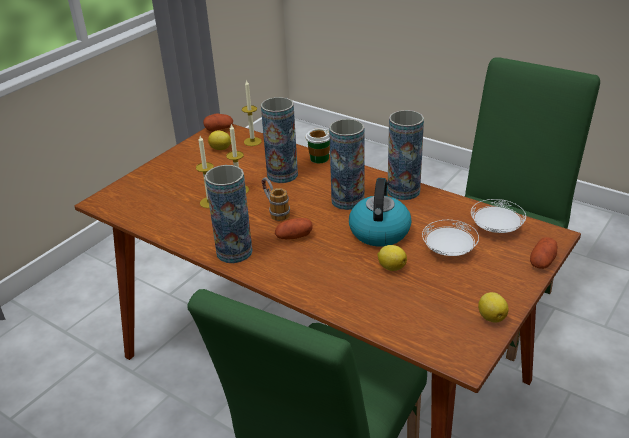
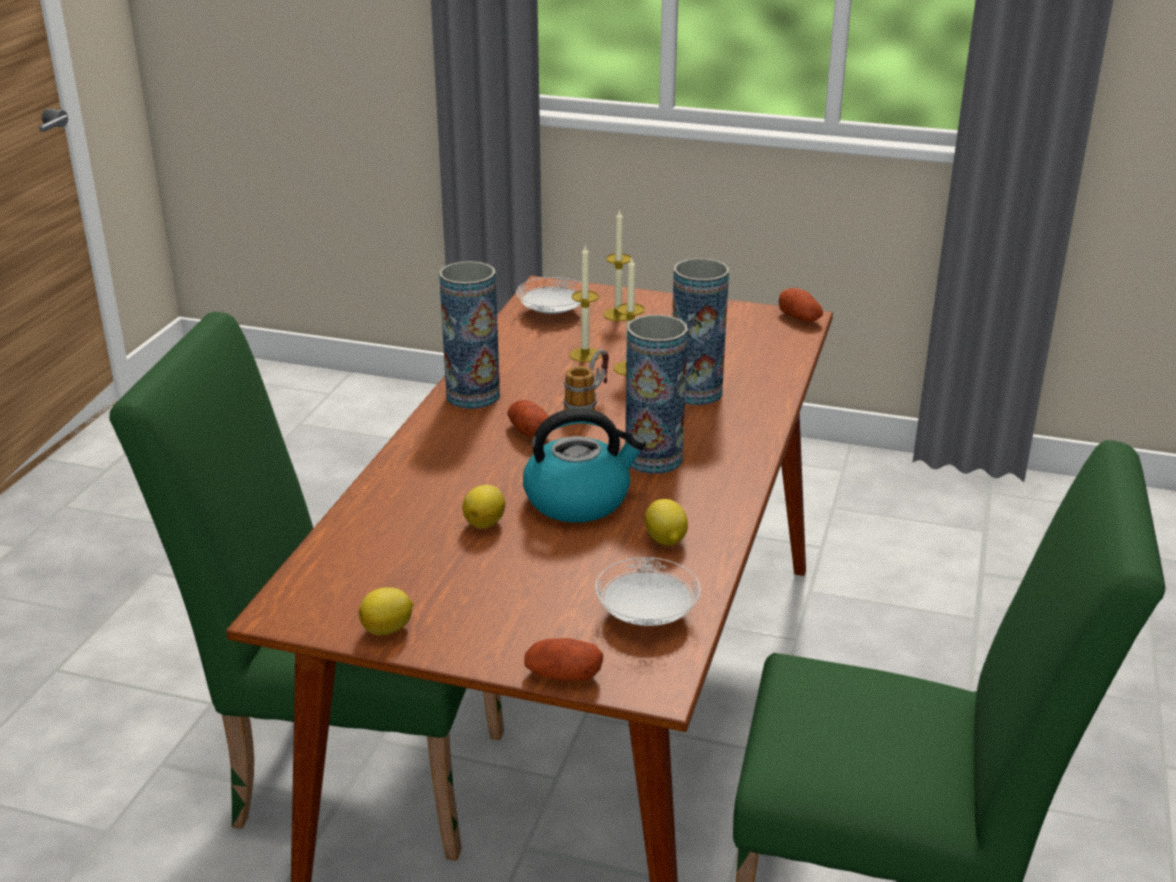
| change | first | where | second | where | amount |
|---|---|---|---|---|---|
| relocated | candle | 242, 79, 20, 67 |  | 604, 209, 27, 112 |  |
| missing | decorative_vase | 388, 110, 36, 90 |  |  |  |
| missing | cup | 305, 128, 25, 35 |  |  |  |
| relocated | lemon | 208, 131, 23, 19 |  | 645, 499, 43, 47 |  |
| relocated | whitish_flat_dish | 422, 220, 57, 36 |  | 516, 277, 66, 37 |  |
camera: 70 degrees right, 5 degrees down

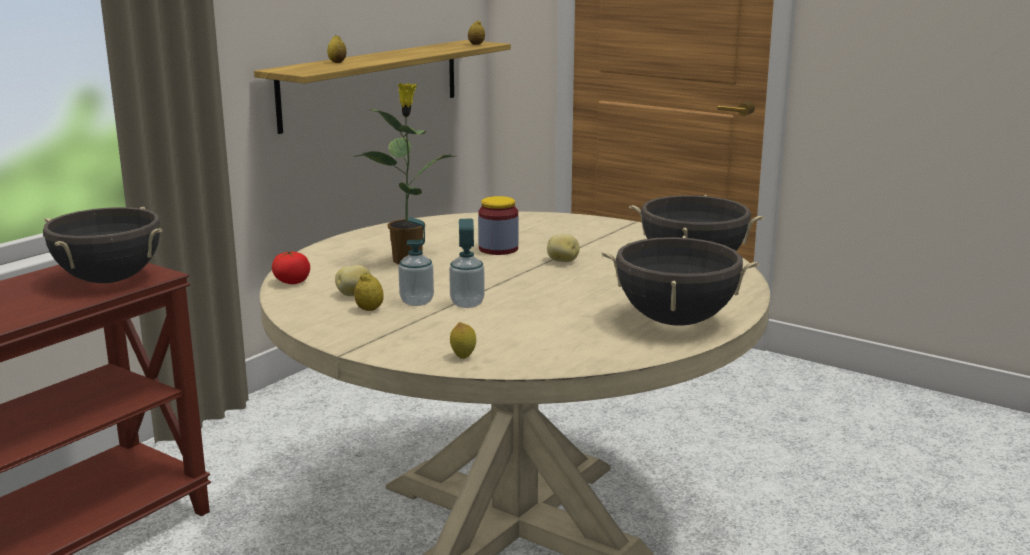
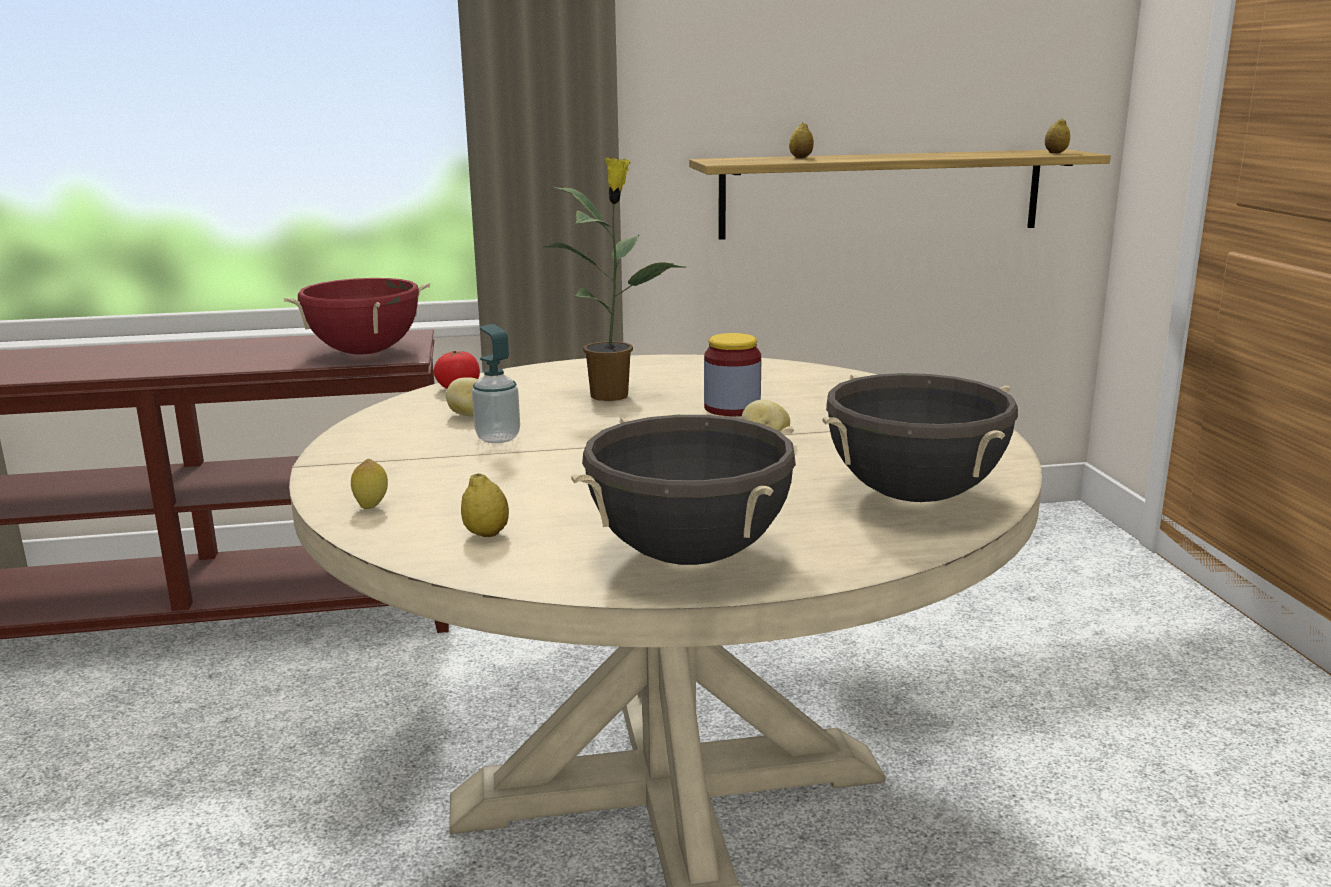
| change | first | where | second | where | amount |
|---|---|---|---|---|---|
| colour | blackish_stockpot | 43, 207, 120, 76 | reddish_stockpot | 283, 278, 147, 77 |  |
| missing | soap_dispenser | 449, 219, 36, 89 |  |  |  |
| relocated | lemon | 354, 272, 30, 39 |  | 461, 473, 48, 64 |  |
camera: 45 degrees right, 0 degrees up

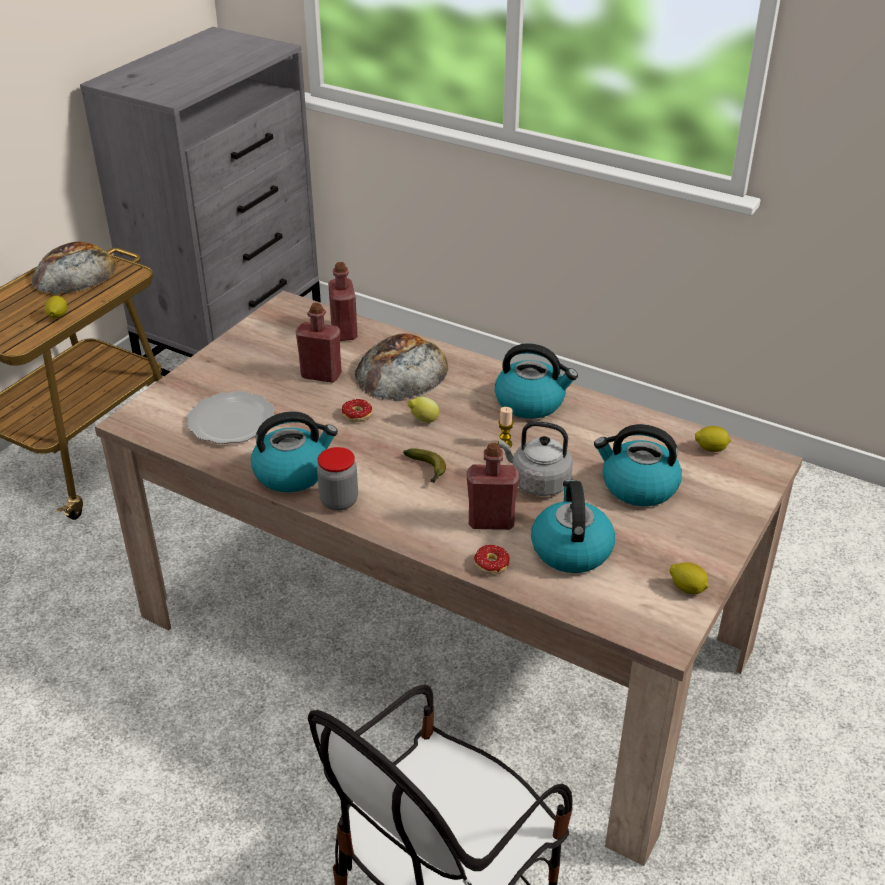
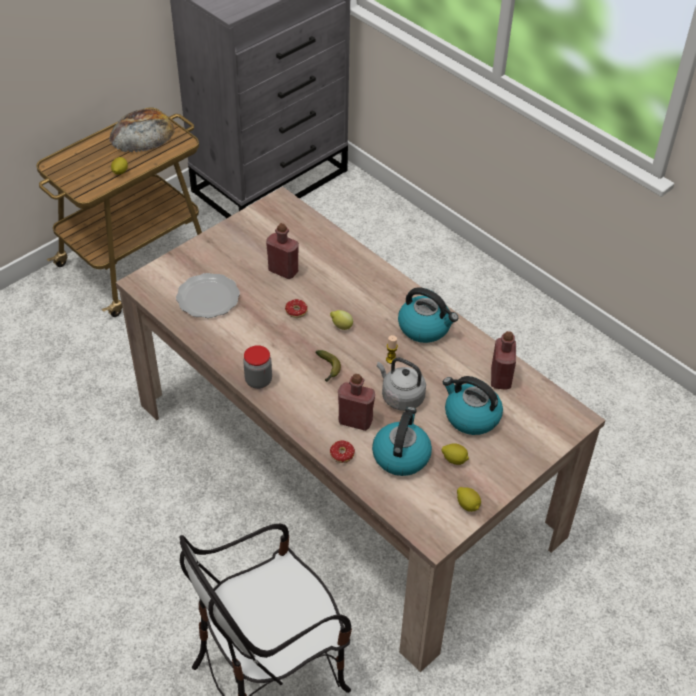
| change | first | where | second | where | amount |
|---|---|---|---|---|---|
| relocated | reddish_drink_bottle | 328, 262, 30, 79 |  | 491, 331, 25, 59 |  |
| missing | bread | 355, 334, 93, 67 |  |  |  |
| missing | kettle | 251, 412, 87, 81 |  |  |  |
| relocated | lemon | 695, 426, 36, 26 |  | 442, 443, 27, 22 |  |
camera: 15 degrees right, 10 degrees up

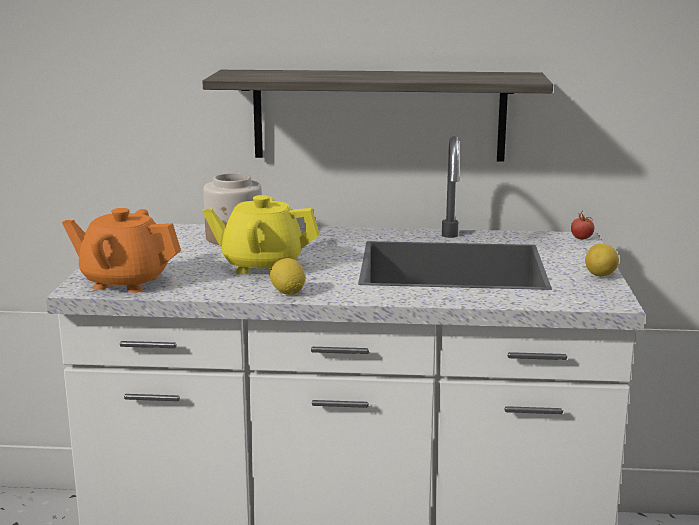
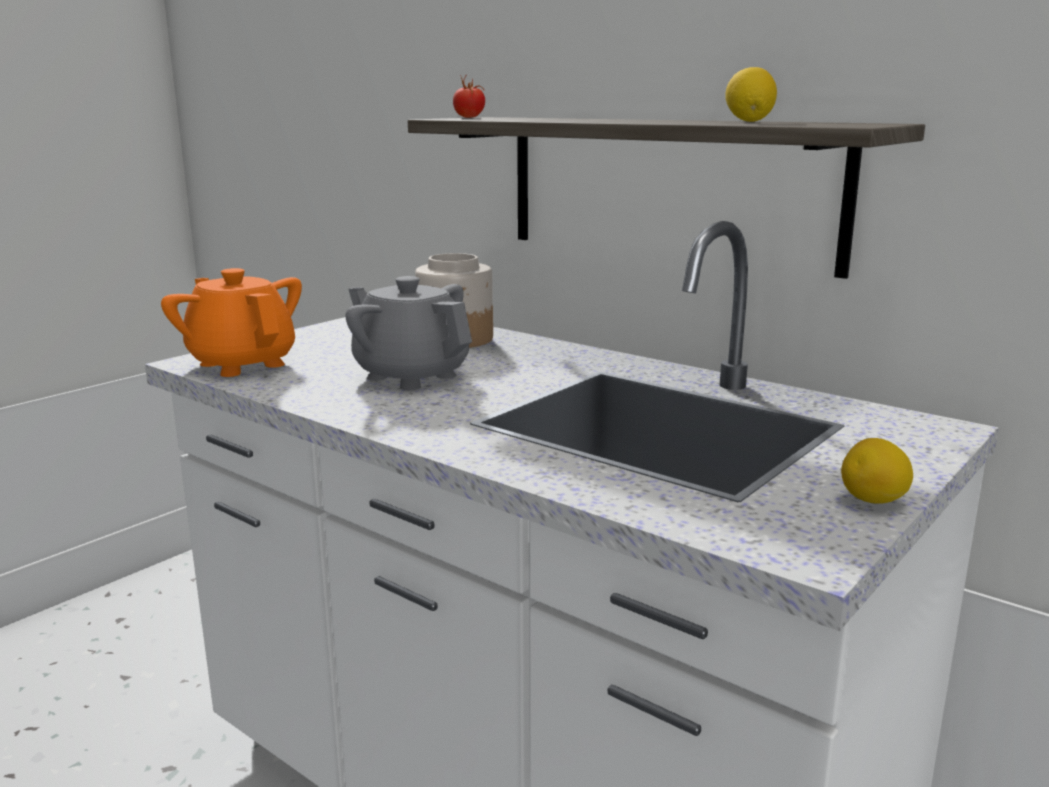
| change | first | where | second | where | amount |
|---|---|---|---|---|---|
| colour | yellow_pot_for_tea | 202, 195, 117, 79 | gray_pot_for_tea | 345, 276, 127, 114 |  |
| relocated | whole_tomato | 571, 210, 23, 29 |  | 453, 73, 32, 45 |  |
| relocated | lemon | 270, 258, 35, 37 |  | 725, 67, 52, 55 |  |
camera: 35 degrees right, 0 degrees up

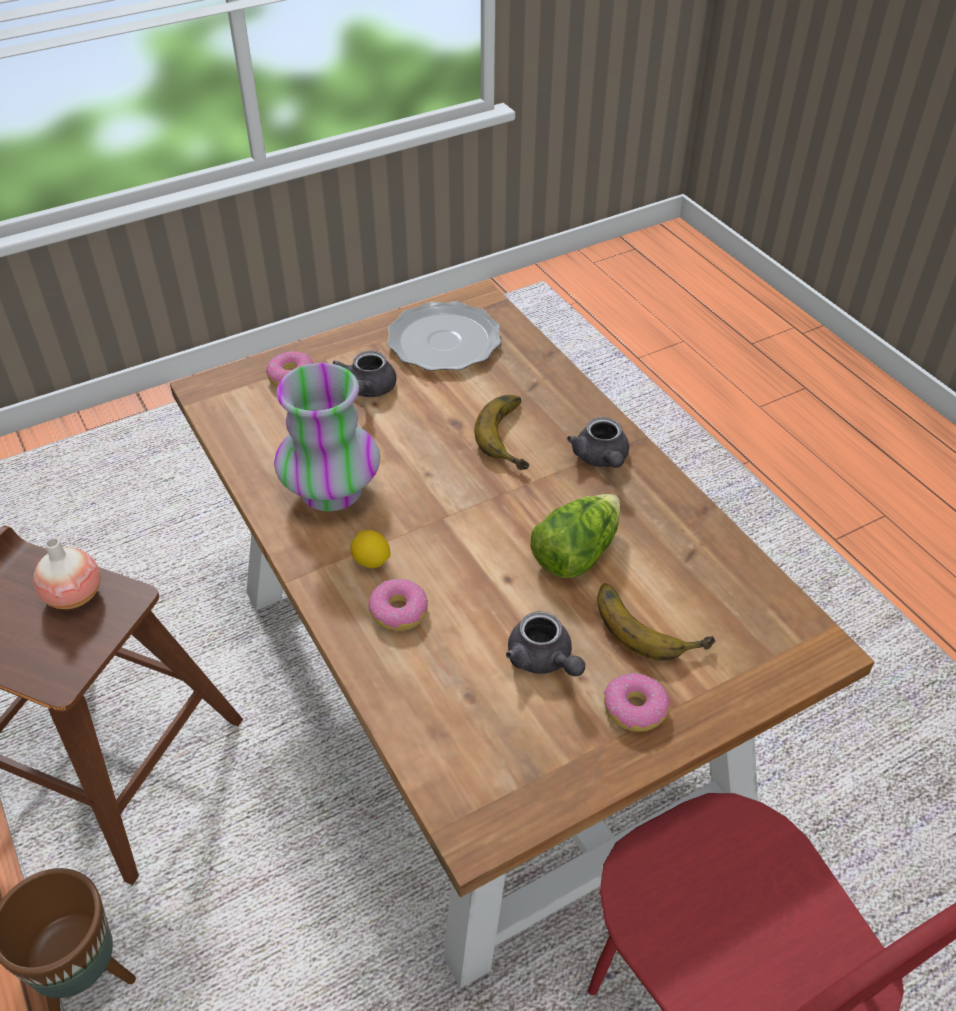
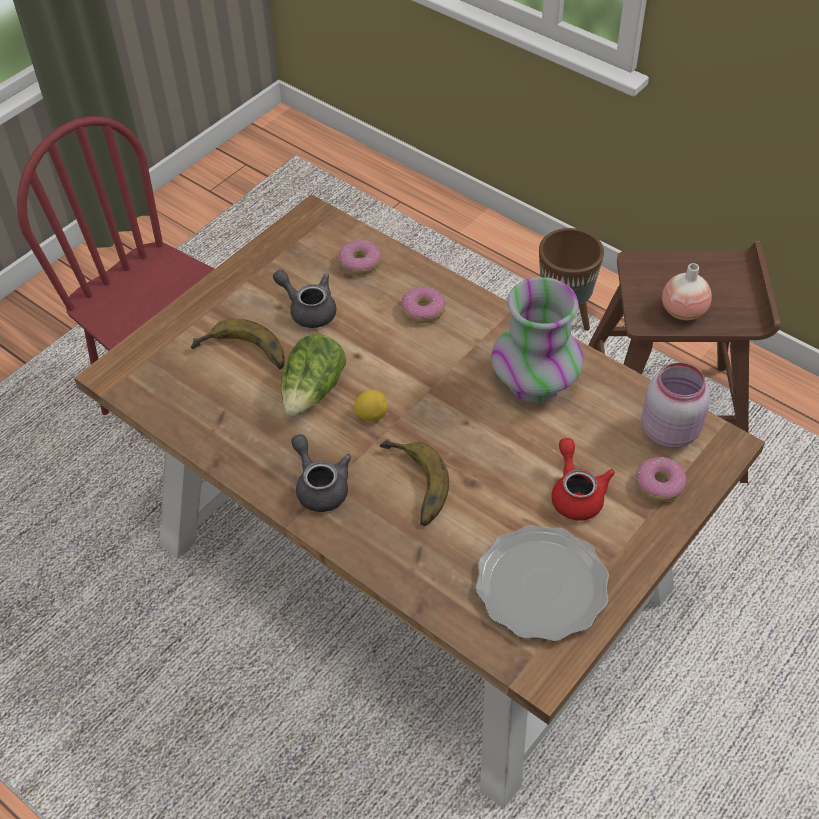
| change | first | where | second | where | amount |
|---|---|---|---|---|---|
| colour | gray_pot_for_tea | 332, 351, 65, 46 | reddish_pot_for_tea | 551, 438, 64, 83 |  |
| relocated | lemon | 350, 530, 41, 38 |  | 354, 390, 34, 31 |  |
| relocated | doughnut | 604, 673, 66, 59 |  | 338, 240, 44, 35 |  |
| appeared |  |  | pink_jar | 641, 363, 69, 85 |  |
camera: 160 degrees right, 5 degrees up

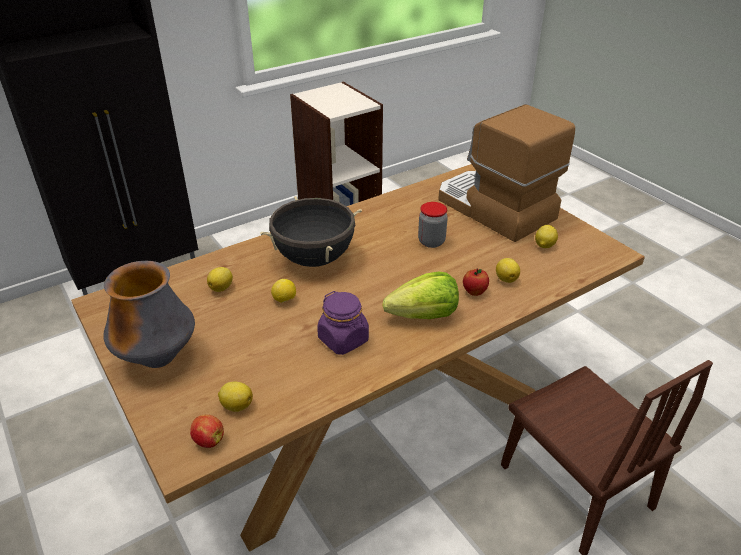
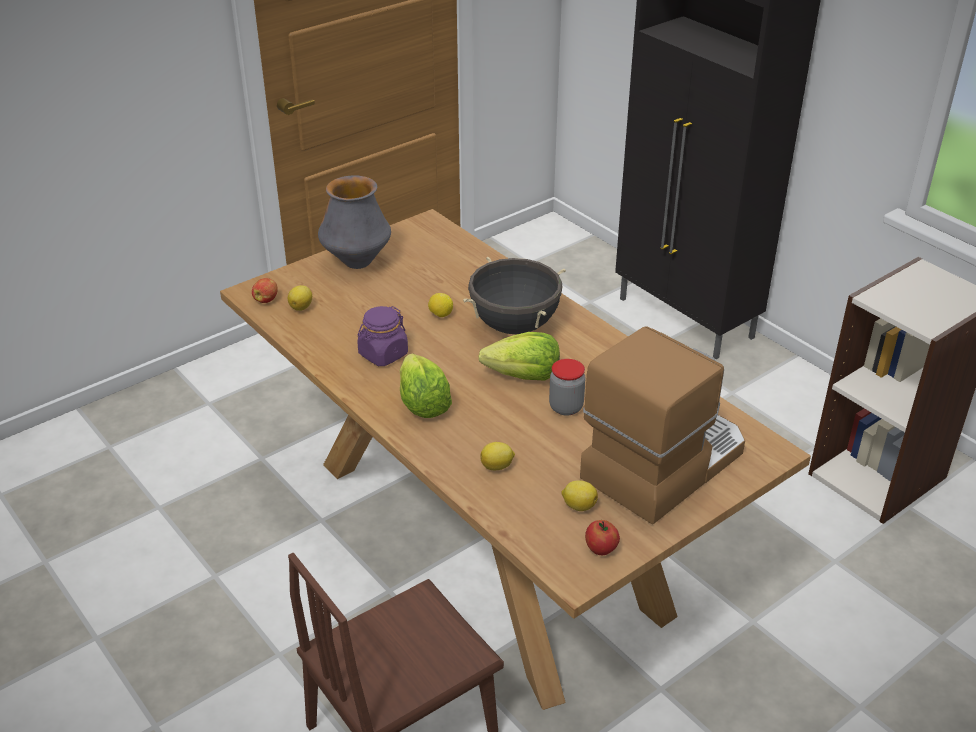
| change | first | where | second | where | amount |
|---|---|---|---|---|---|
| missing | lemon | 207, 267, 26, 25 |  |  |  |
| relocated | apple | 463, 268, 26, 28 |  | 585, 520, 35, 35 |  |
| appeared |  |  | head_of_lettuce | 479, 332, 81, 49 |  |
camera: 85 degrees right, 0 degrees up

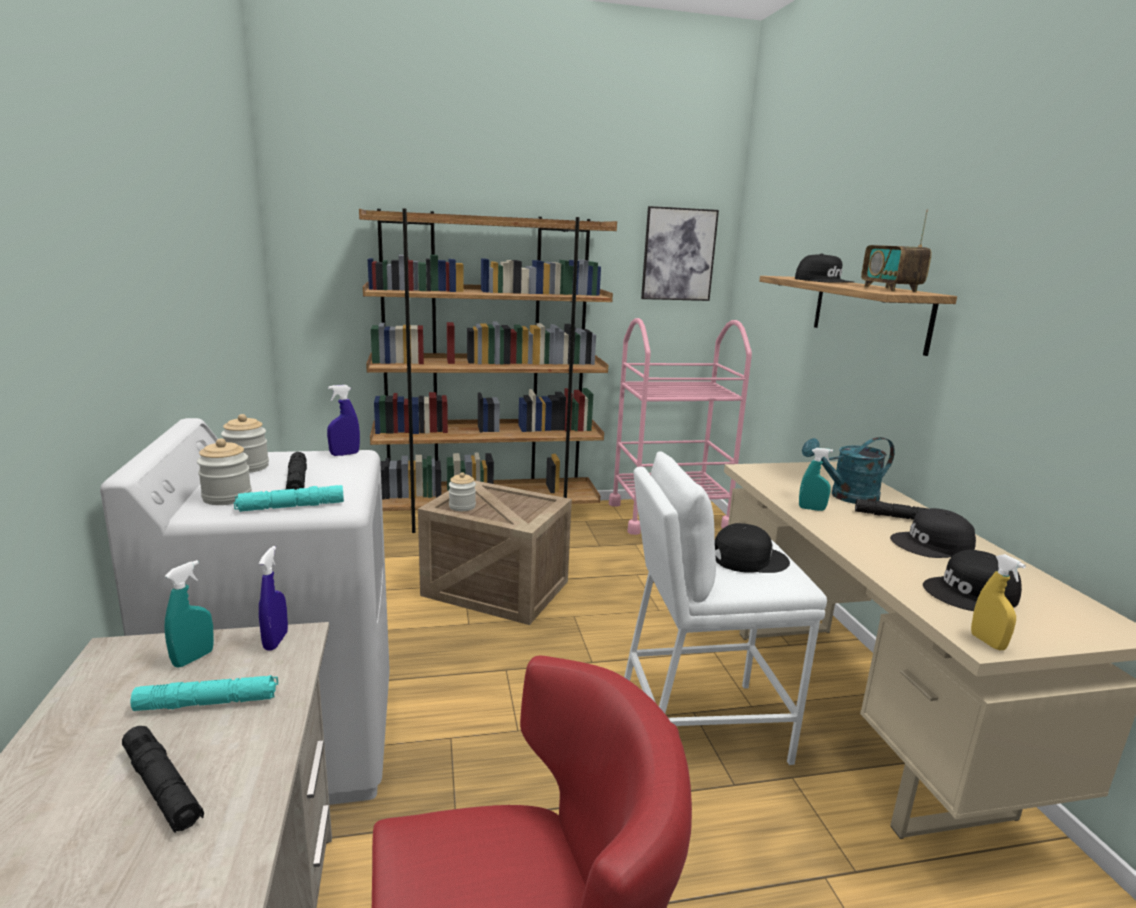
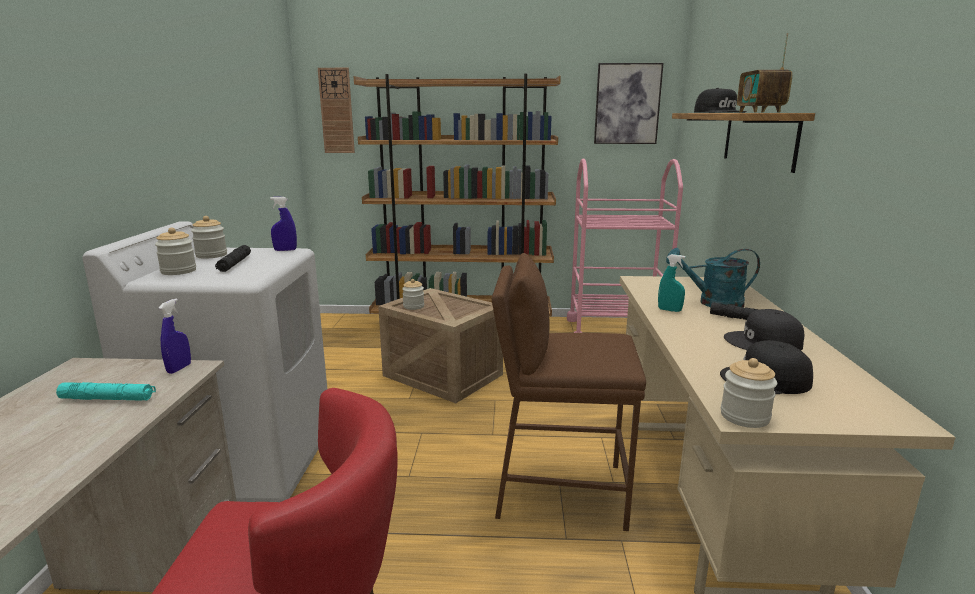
| change | first | where | second | where | amount |
|---|---|---|---|---|---|
| colour | whitish_stool_seat | 624, 451, 203, 314 | brown-coloured_stool_seat | 492, 253, 154, 278 |  |
| missing | blue-green_flashlight | 234, 485, 110, 27 |  |  |  |
| missing | blackish_baseball_cap | 715, 523, 75, 50 |  |  |  |
| exchanged | yellow_hand_sprayer | 971, 554, 55, 96 | jar | 721, 358, 56, 70 |  |
| missing | blue-green_hand_sprayer | 164, 560, 50, 108 |  |  |  |
| missing | blackish_flashlight | 122, 726, 82, 107 |  |  |  |
| appeared |  |  | clock_on_the_wall | 318, 68, 37, 85 |  |
camera: 15 degrees right, 0 degrees up

